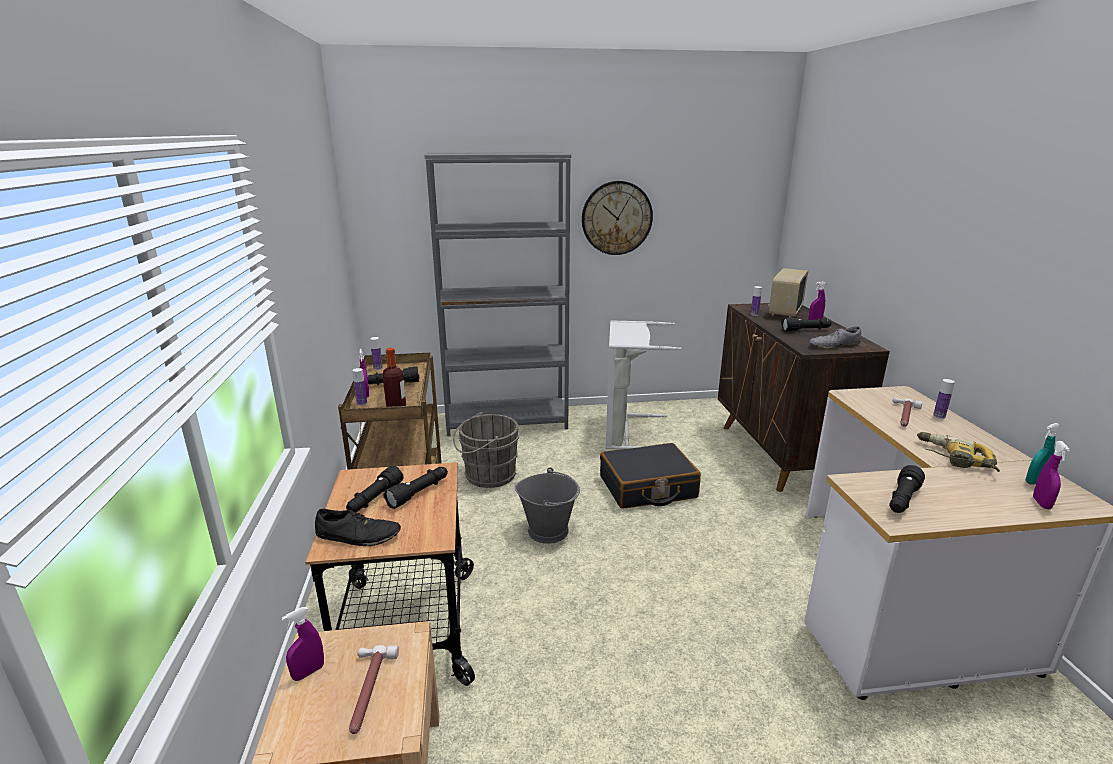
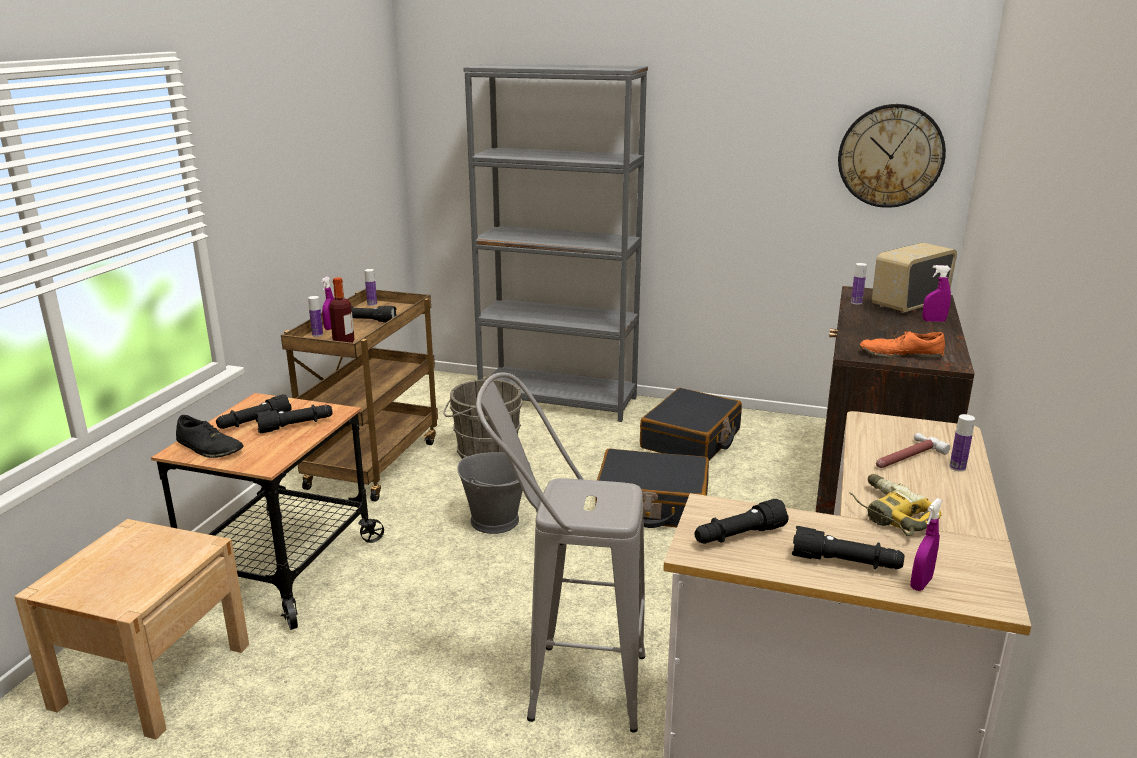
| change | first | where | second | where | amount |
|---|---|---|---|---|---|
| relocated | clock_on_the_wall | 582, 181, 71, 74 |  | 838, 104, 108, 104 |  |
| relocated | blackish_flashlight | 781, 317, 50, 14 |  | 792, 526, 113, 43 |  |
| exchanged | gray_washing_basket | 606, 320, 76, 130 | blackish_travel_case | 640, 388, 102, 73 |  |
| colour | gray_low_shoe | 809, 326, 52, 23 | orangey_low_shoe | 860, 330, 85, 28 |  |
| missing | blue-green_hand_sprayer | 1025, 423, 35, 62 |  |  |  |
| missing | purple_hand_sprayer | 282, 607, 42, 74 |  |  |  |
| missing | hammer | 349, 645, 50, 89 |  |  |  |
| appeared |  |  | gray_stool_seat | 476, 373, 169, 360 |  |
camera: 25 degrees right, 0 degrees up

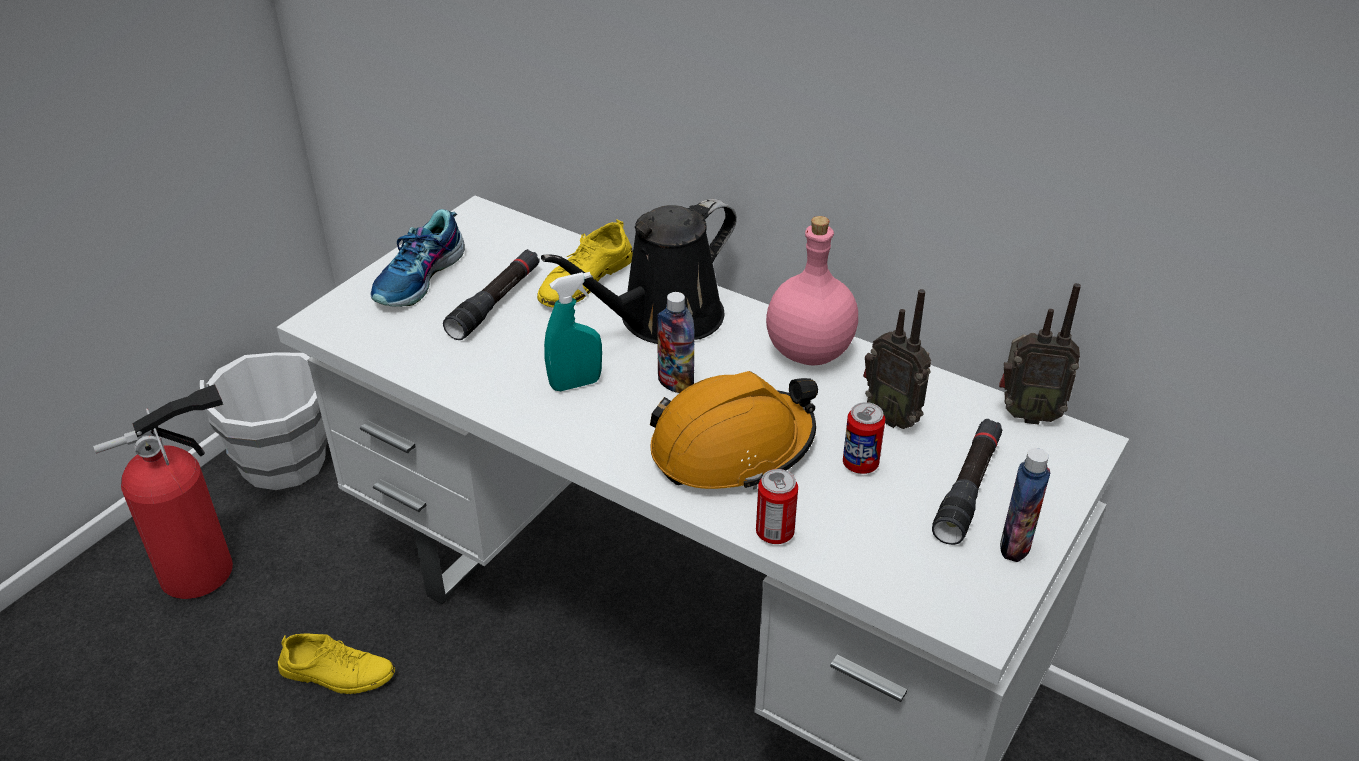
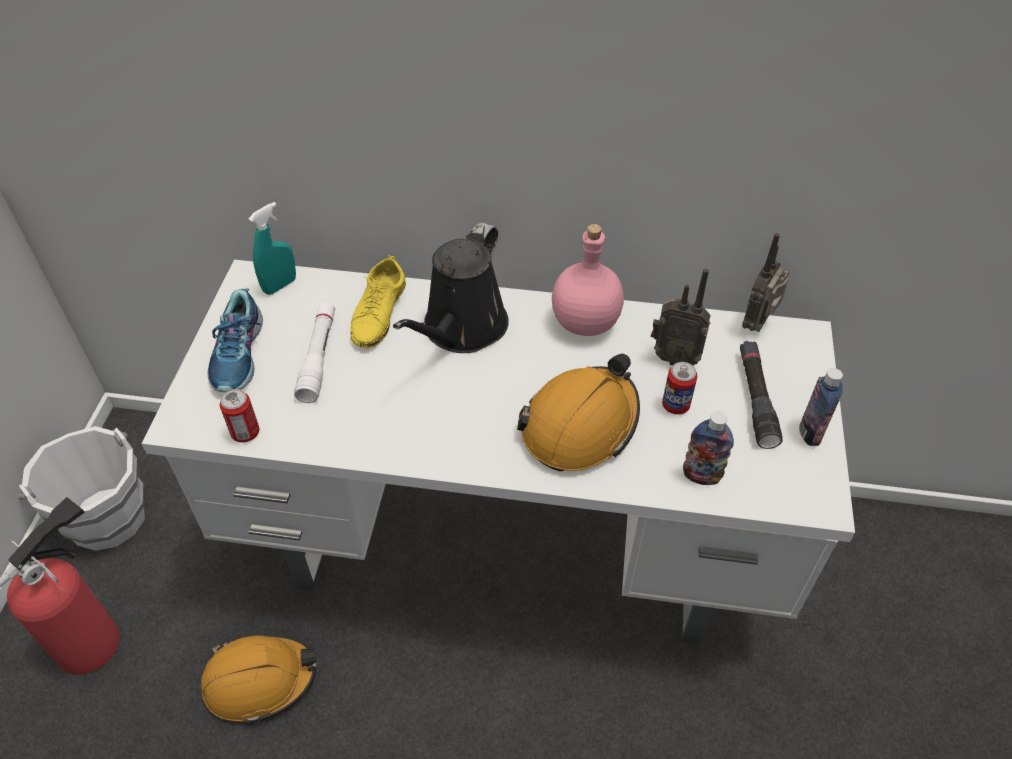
| change | first | where | second | where | amount |
|---|---|---|---|---|---|
| colour | blackish_flashlight | 443, 249, 97, 91 | whitish_flashlight | 294, 302, 41, 101 |  |
| relocated | blue-green_hand_sprayer | 544, 272, 58, 119 |  | 249, 202, 47, 93 |  |
| spun | radio | 999, 283, 82, 142 |  | 742, 233, 47, 99 | 135 degrees clockwise |
| relocated | drink_bottle | 657, 292, 37, 101 |  | 683, 412, 51, 73 |  |
| relocated | sealed_can | 756, 469, 42, 75 |  | 220, 389, 39, 53 |  |
| exchanged | yellow_low_shoe | 278, 633, 117, 61 | orangey_safety_helmet | 201, 635, 116, 89 |  |
camera: 25 degrees left, 10 degrees up

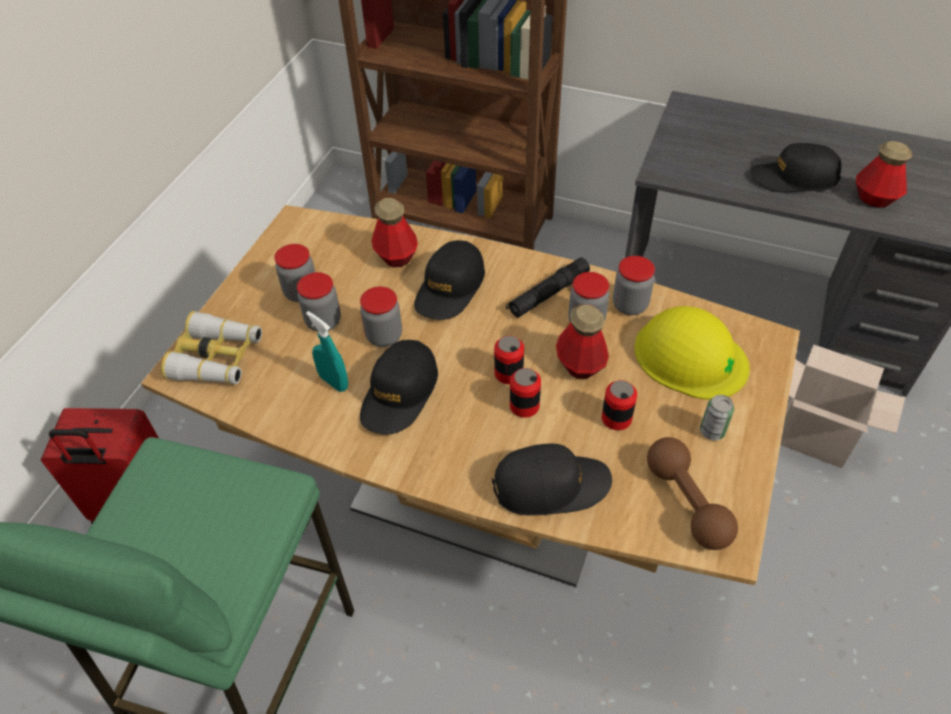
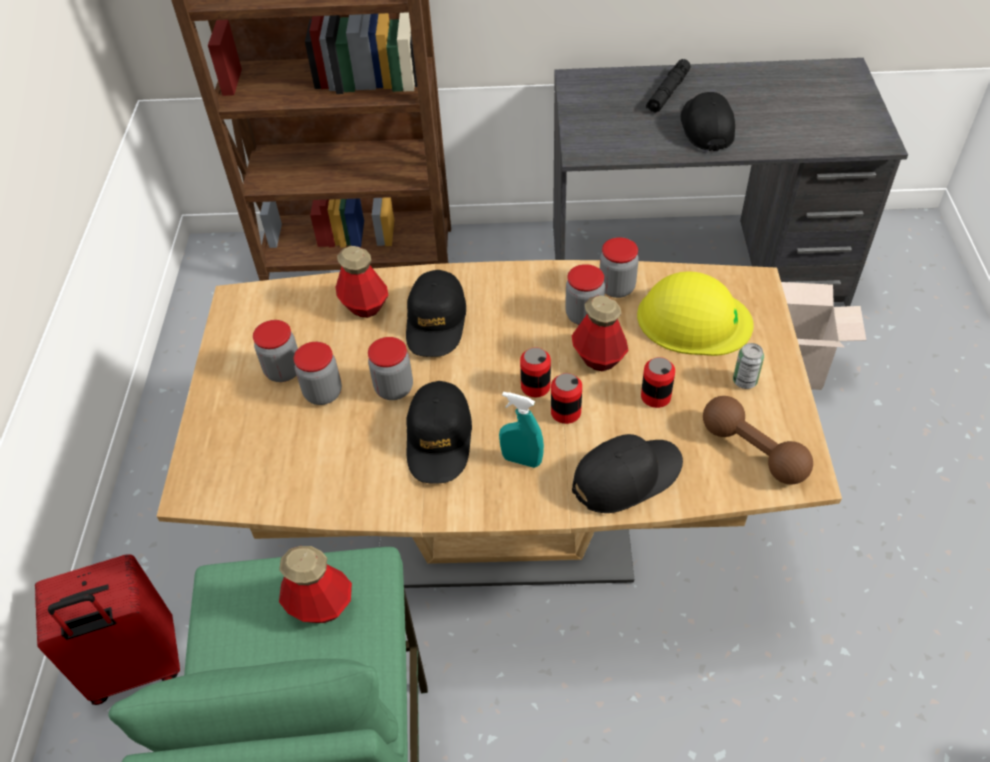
| change | first | where | second | where | amount |
|---|---|---|---|---|---|
| relocated | drink_bottle | 856, 141, 56, 67 |  | 279, 546, 73, 77 |  |
| spun | blackish_baseball_cap | 751, 143, 90, 50 |  | 681, 92, 54, 59 | 105 degrees clockwise |
| relocated | blackish_flashlight | 506, 257, 84, 61 |  | 646, 59, 45, 54 |  |
| missing | pair_of_binoculars | 161, 311, 101, 73 |  |  |  |
| relocated | blue-green_hand_sprayer | 306, 311, 42, 81 |  | 499, 392, 45, 76 |  |
camera: 20 degrees left, 0 degrees up

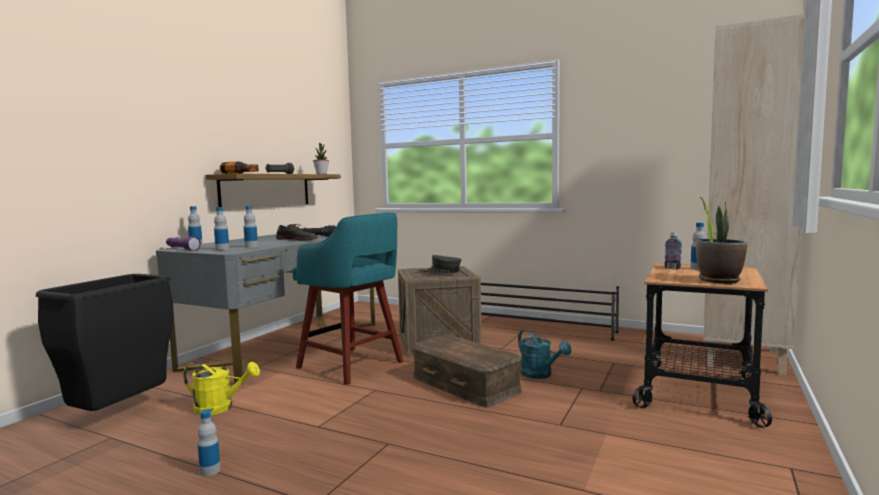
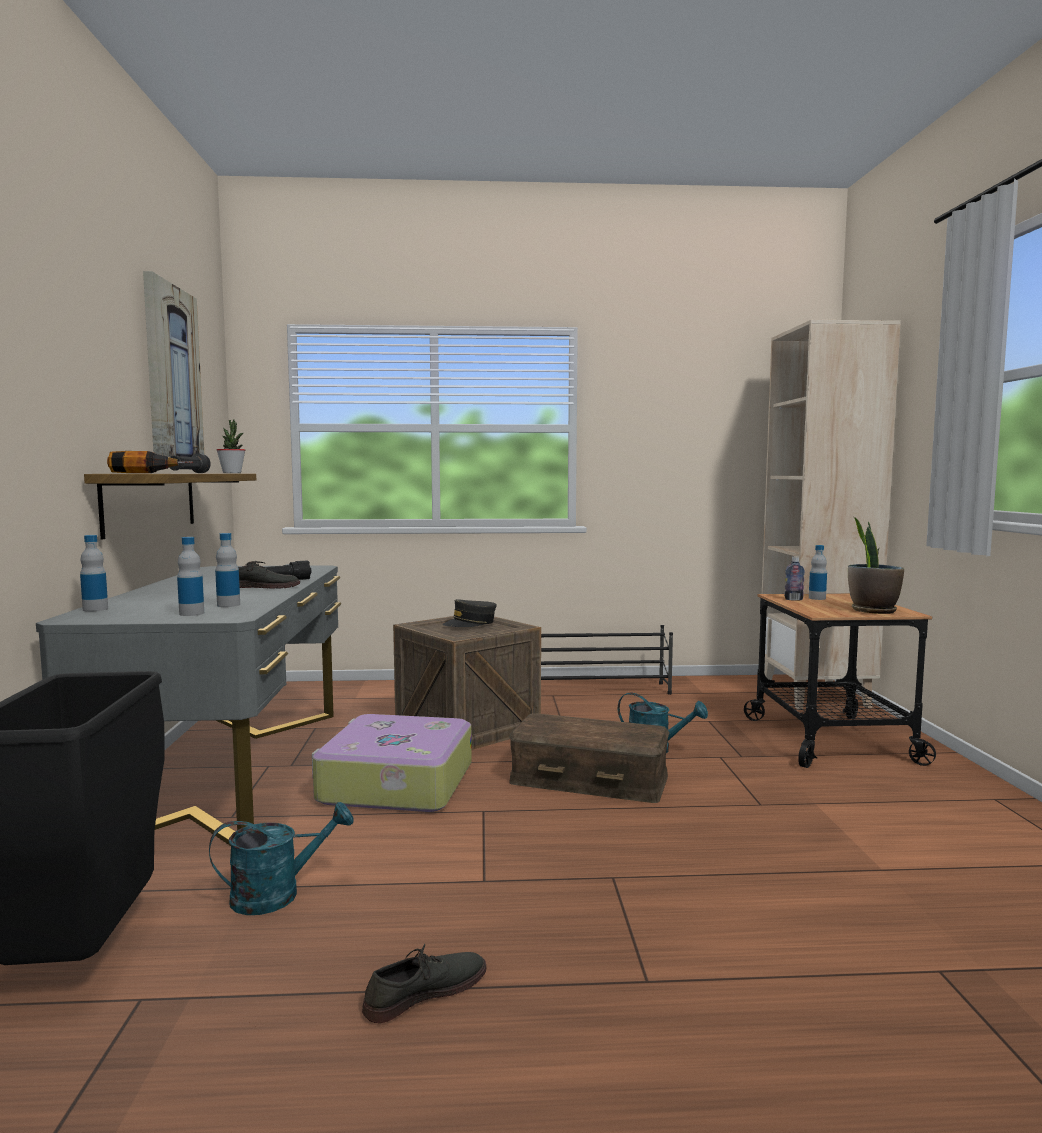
| change | first | where | second | where | amount |
|---|---|---|---|---|---|
| exchanged | blue-green_stool_seat | 292, 213, 111, 172 | travel_case | 312, 714, 160, 98 |  |
| missing | purple_flashlight | 166, 237, 35, 14 |  |  |  |
| colour | yellow_watering_can | 183, 362, 77, 53 | blue-green_watering_can | 209, 802, 145, 113 |  |
| exchanged | drink_bottle | 198, 410, 22, 66 | gray_low_shoe | 362, 944, 124, 79 |  |
| appeared |  |  | wall_art | 143, 271, 61, 186 |  |
camera: 30 degrees left, 0 degrees up

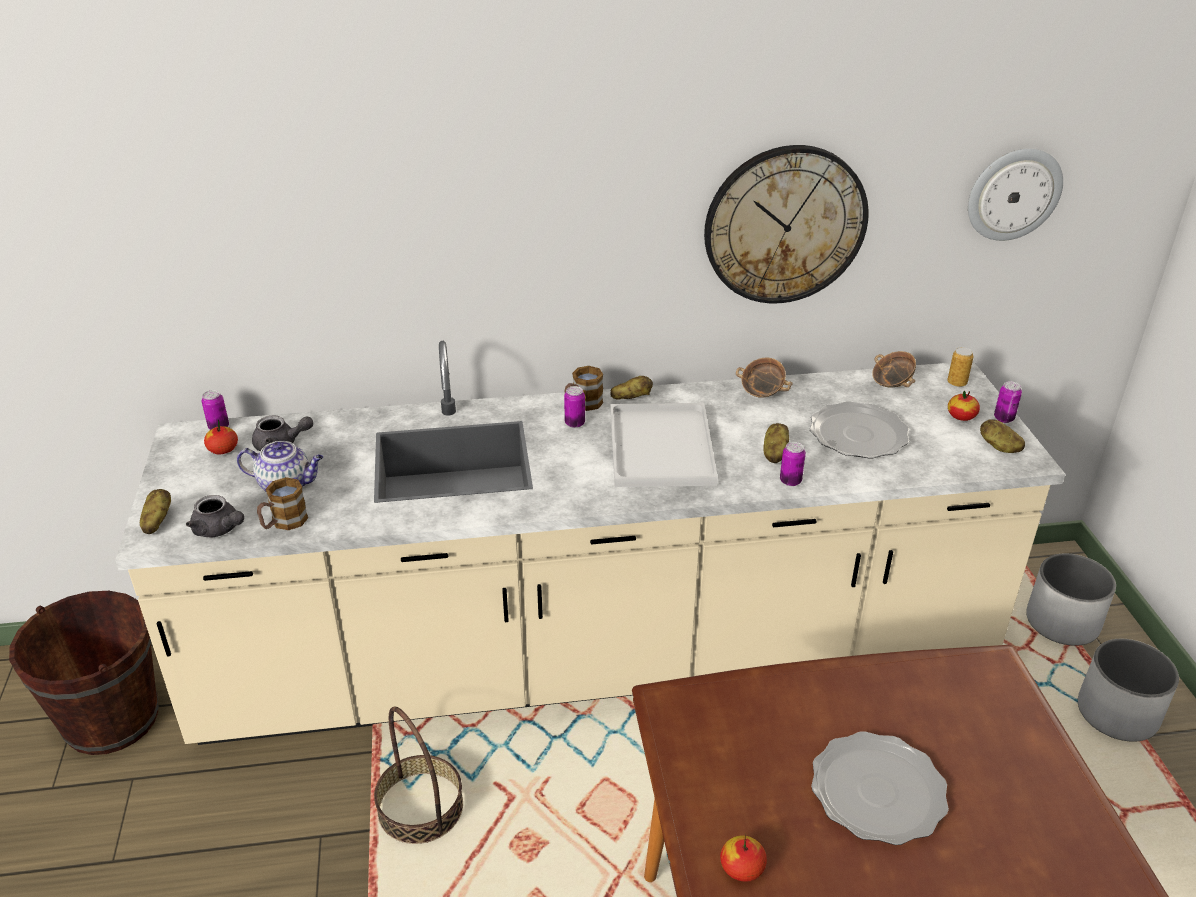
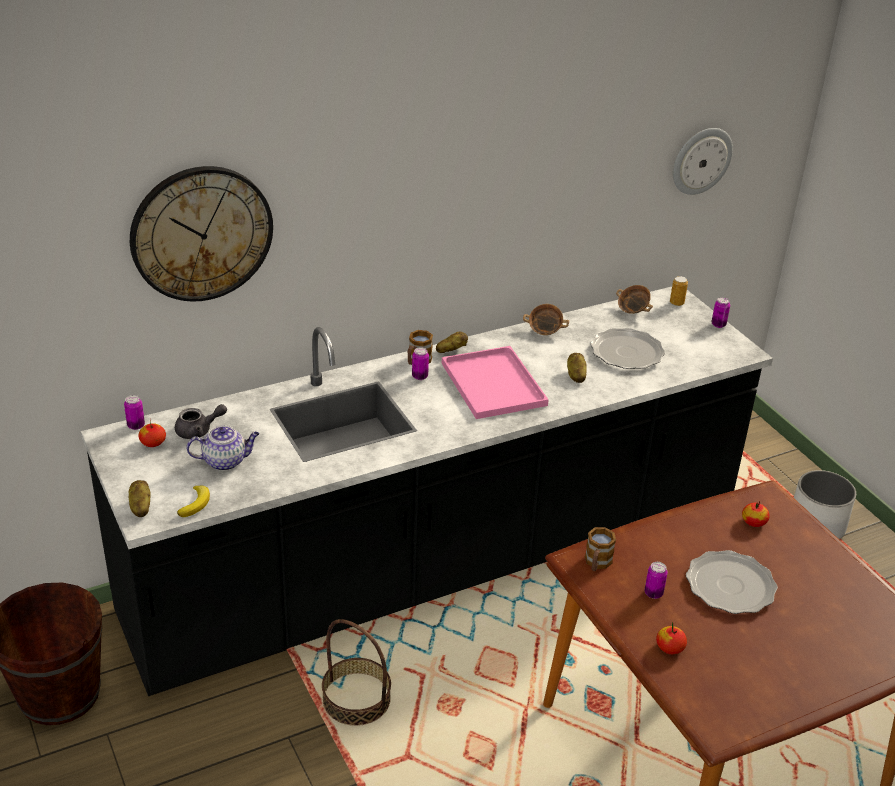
| change | first | where | second | where | amount |
|---|---|---|---|---|---|
| relocated | clock_on_the_wall | 704, 145, 165, 158 |  | 130, 166, 143, 136 |  |
| colour | beige-coloured_counter | 115, 341, 950, 404 | blackish_counter | 81, 287, 692, 409 |  |
| relocated | apple | 948, 391, 32, 30 |  | 742, 501, 28, 26 |  |
| colour | whitish_carrying_tray | 610, 403, 108, 84 | pink_carrying_tray | 442, 346, 107, 73 |  |
| missing | potato | 980, 419, 45, 34 |  |  |  |
| relocated | sealed_can | 780, 442, 26, 44 |  | 644, 562, 24, 37 |  |
| relocated | coffee_mug | 257, 477, 51, 53 |  | 585, 527, 31, 44 |  |
| exchanged | gray_pot_for_tea | 186, 495, 58, 42 | banana_fruit | 177, 486, 33, 31 |  |
| missing | whitish_planter | 1026, 554, 90, 92 |  |  |  |
camera: 20 degrees left, 0 degrees up

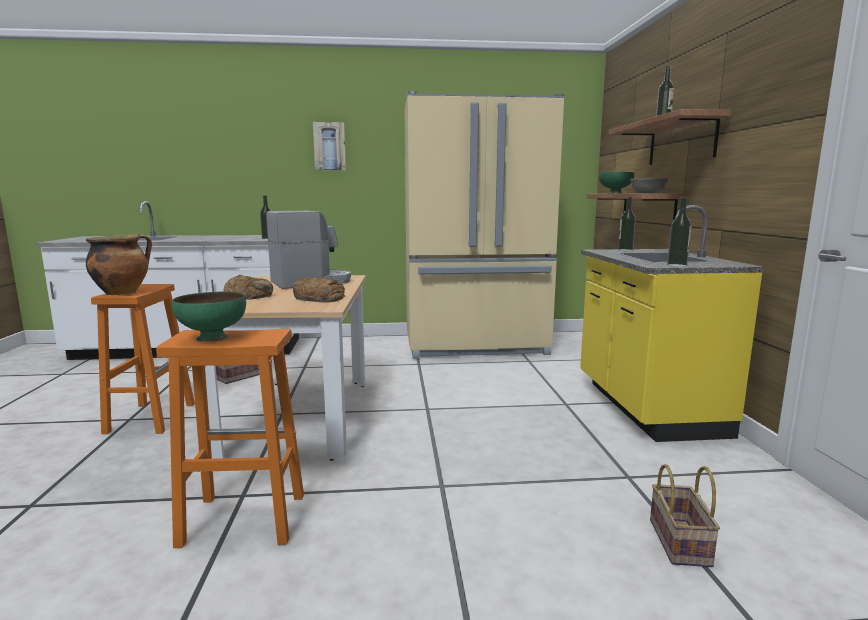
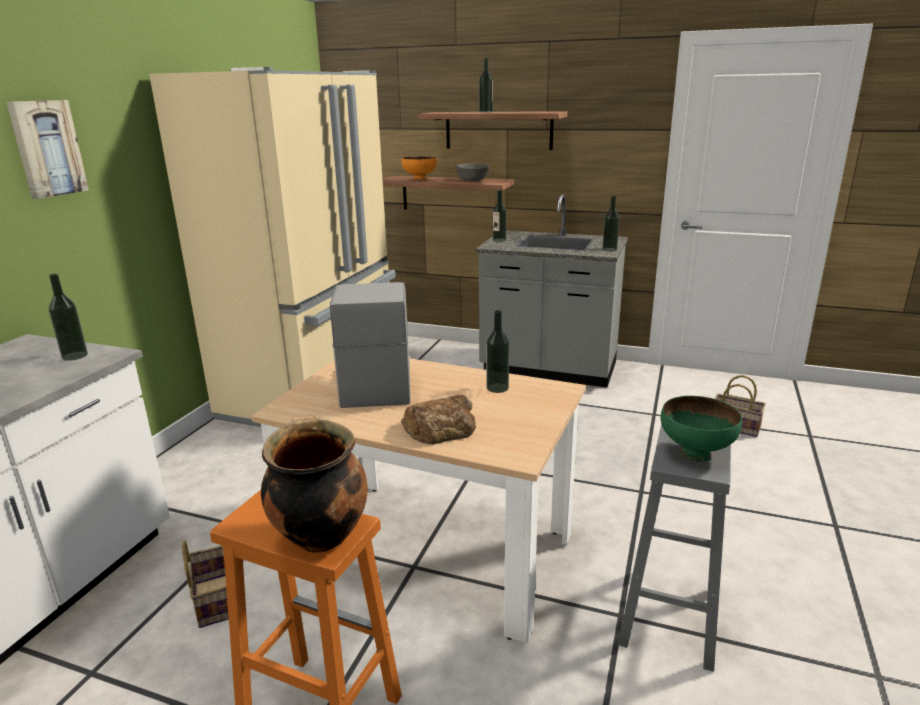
| change | first | where | second | where | amount |
|---|---|---|---|---|---|
| colour | green_deep_dish | 599, 172, 35, 22 | orangey_deep_dish | 402, 156, 35, 25 |  |
| colour | yellow_counter | 580, 205, 184, 237 | gray_counter | 476, 194, 152, 193 |  |
| exchanged | bread | 293, 278, 52, 25 | drink_bottle | 486, 310, 23, 83 |  |
| colour | orangey_stool_seat | 156, 329, 148, 219 | gray_stool_seat | 618, 424, 113, 248 |  |
camera: 65 degrees left, 10 degrees up

